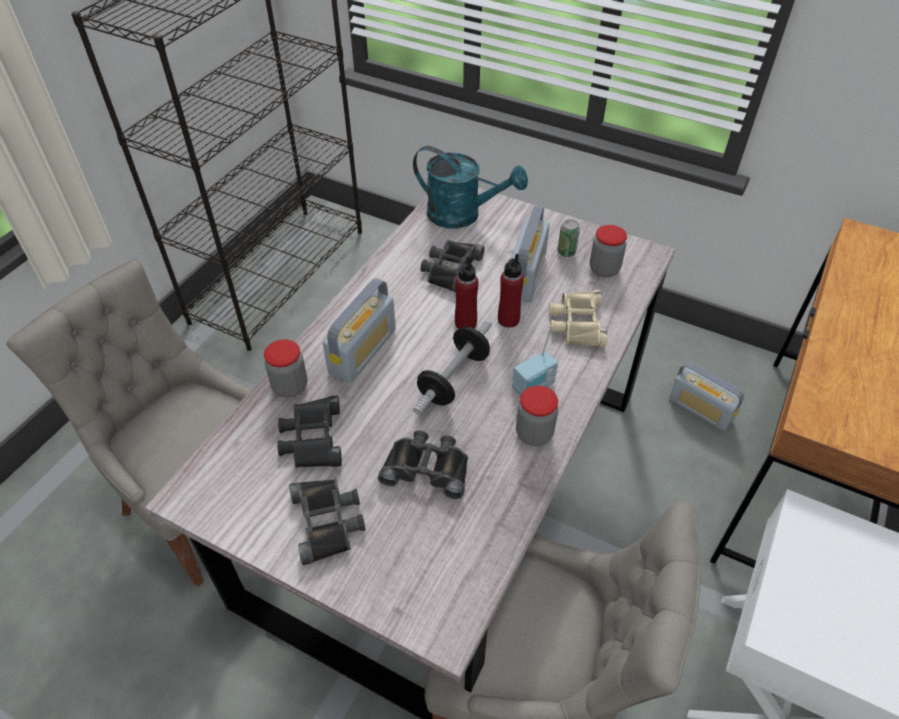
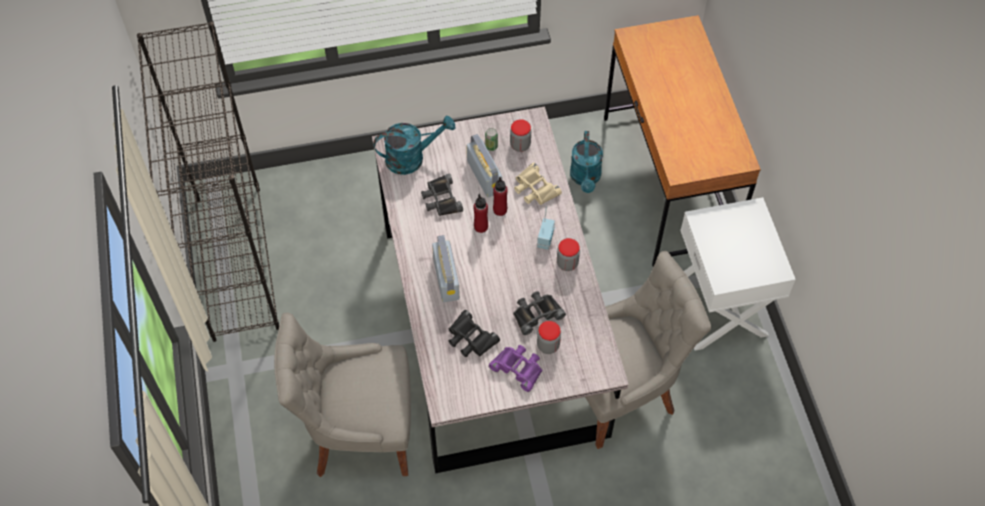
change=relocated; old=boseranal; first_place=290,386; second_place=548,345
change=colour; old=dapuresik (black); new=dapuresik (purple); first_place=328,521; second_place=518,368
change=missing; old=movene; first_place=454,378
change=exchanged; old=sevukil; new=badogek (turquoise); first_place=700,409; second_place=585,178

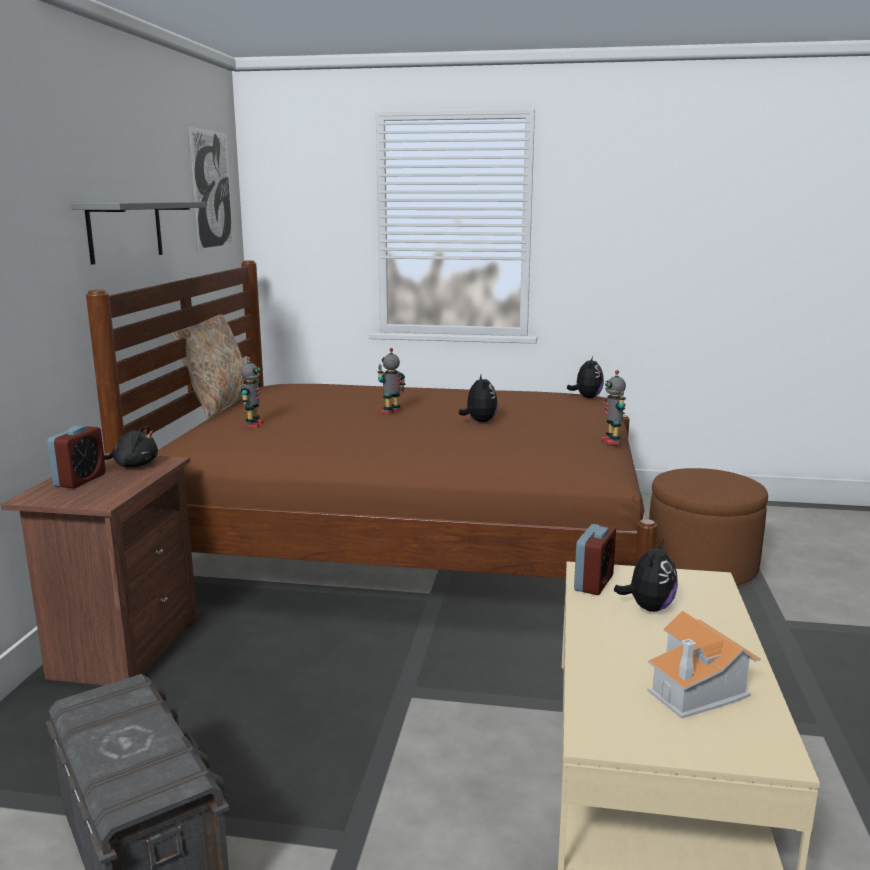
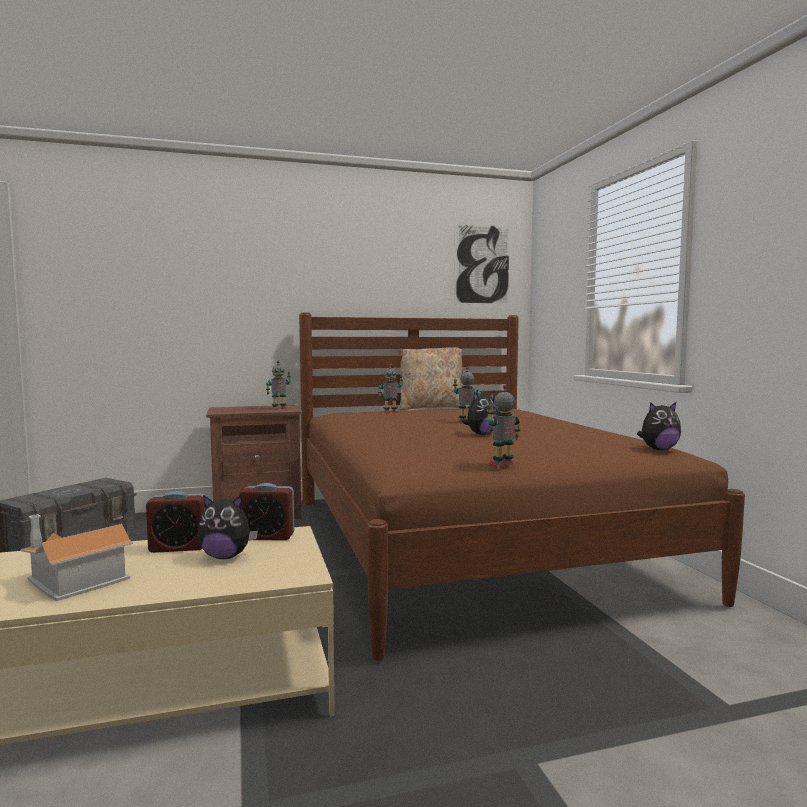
change=relocated; old=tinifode; first_place=80,480; second_place=178,547
change=missing; old=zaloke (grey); first_place=125,230
change=exchanged; old=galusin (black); new=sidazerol; first_place=133,465; second_place=279,408
change=missing; old=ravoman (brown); first_place=701,566

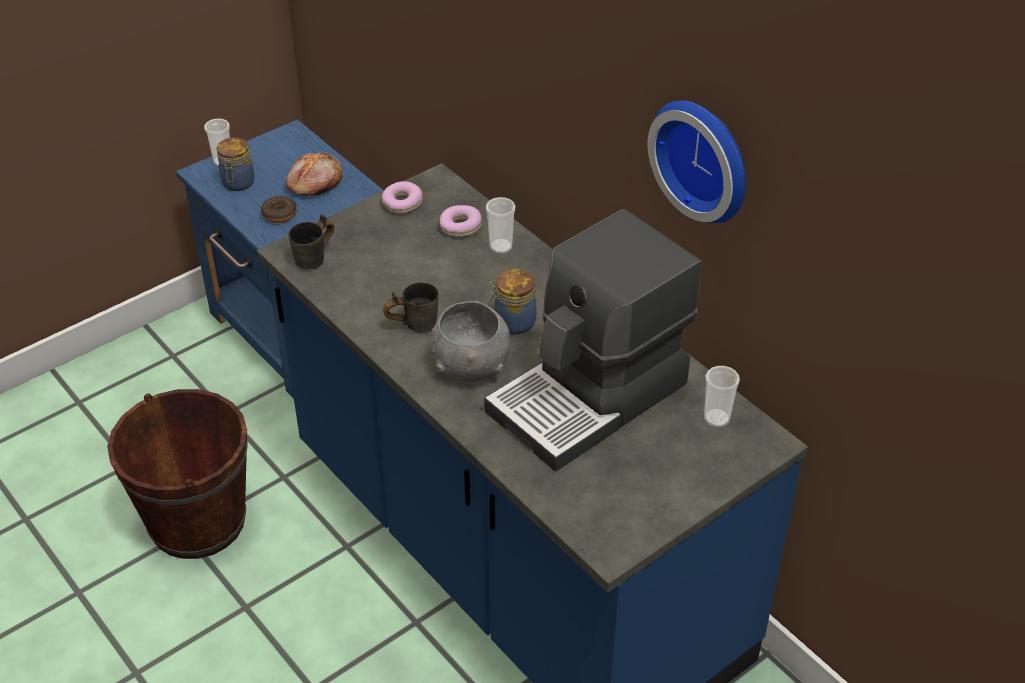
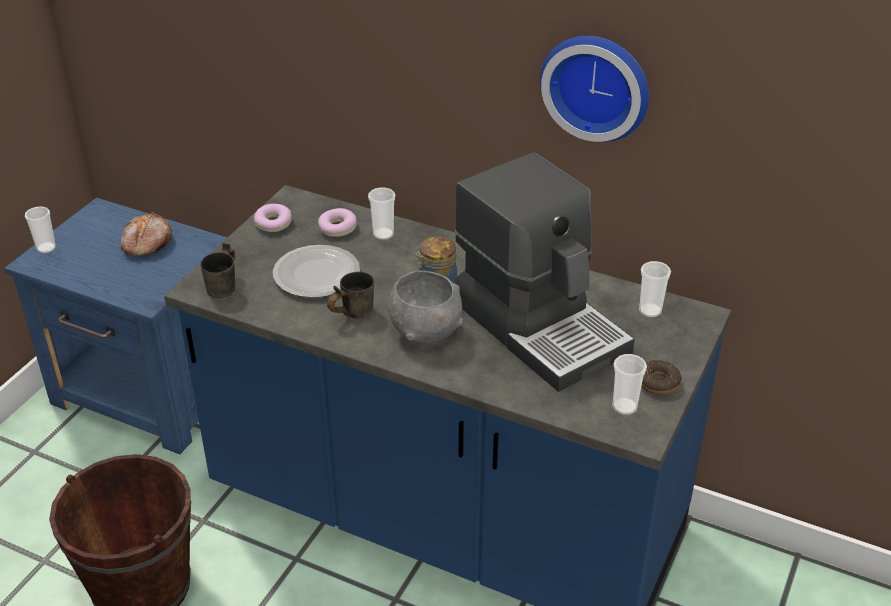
change=missing; old=boseranal; first_place=238,184
change=relocated; old=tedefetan; first_place=279,214; second_place=658,383
change=spun; old=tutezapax; first_place=591,397; second_place=541,325; degrees=-60
change=appeared; new=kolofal; second_place=317,274
change=appeared; new=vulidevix; second_place=624,407

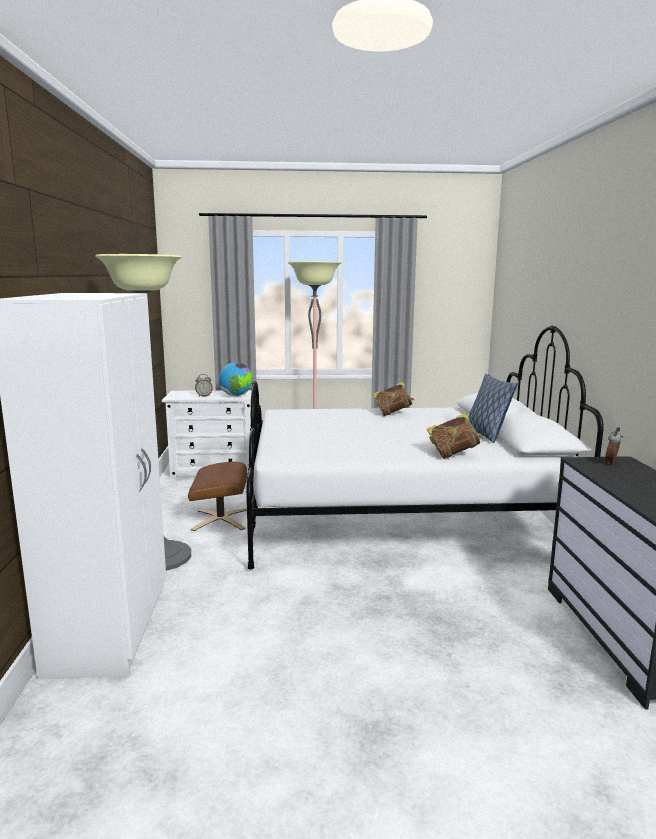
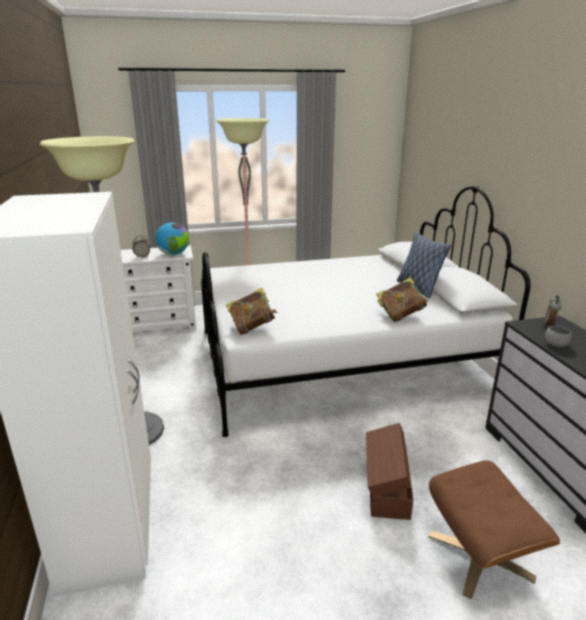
change=relocated; old=ravoman (brown); first_place=221,519; second_place=480,556
change=relocated; old=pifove; first_place=393,413; second_place=252,327
change=appeared; new=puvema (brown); second_place=386,488
change=appeared; new=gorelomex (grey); second_place=556,345

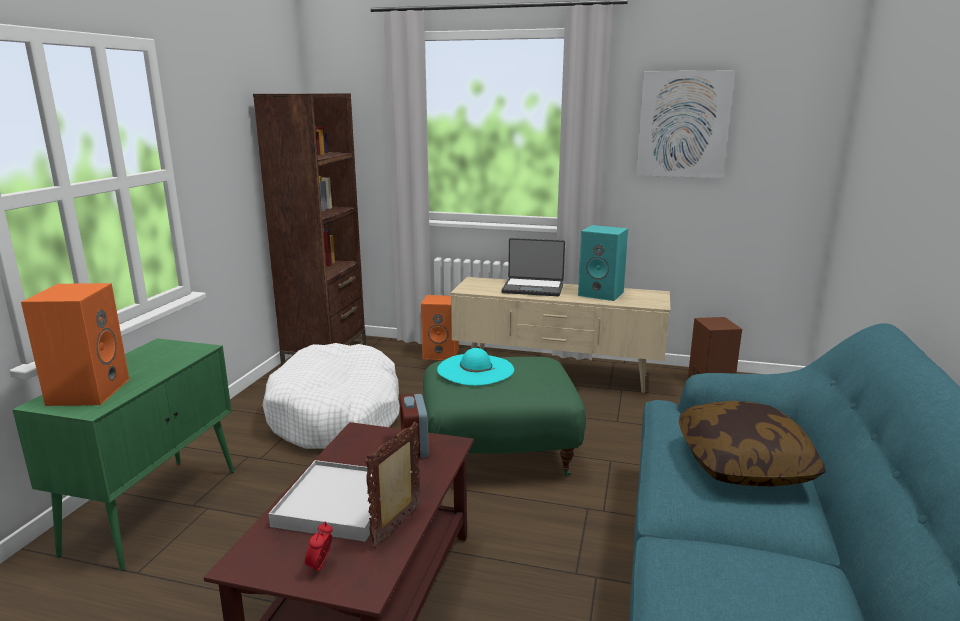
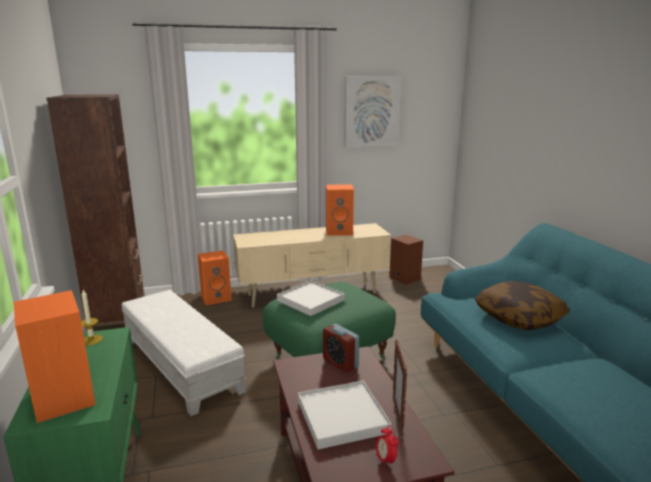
change=exchanged; old=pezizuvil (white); new=ravoman (white); first_place=337,414; second_place=181,364
change=exchanged; old=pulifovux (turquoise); new=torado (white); first_place=475,369; second_place=310,300
change=missing; old=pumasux; first_place=533,288
change=colour; old=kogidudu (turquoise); new=kogidudu (orange); first_place=602,294; second_place=340,231
change=appeared; new=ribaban; second_place=91,340

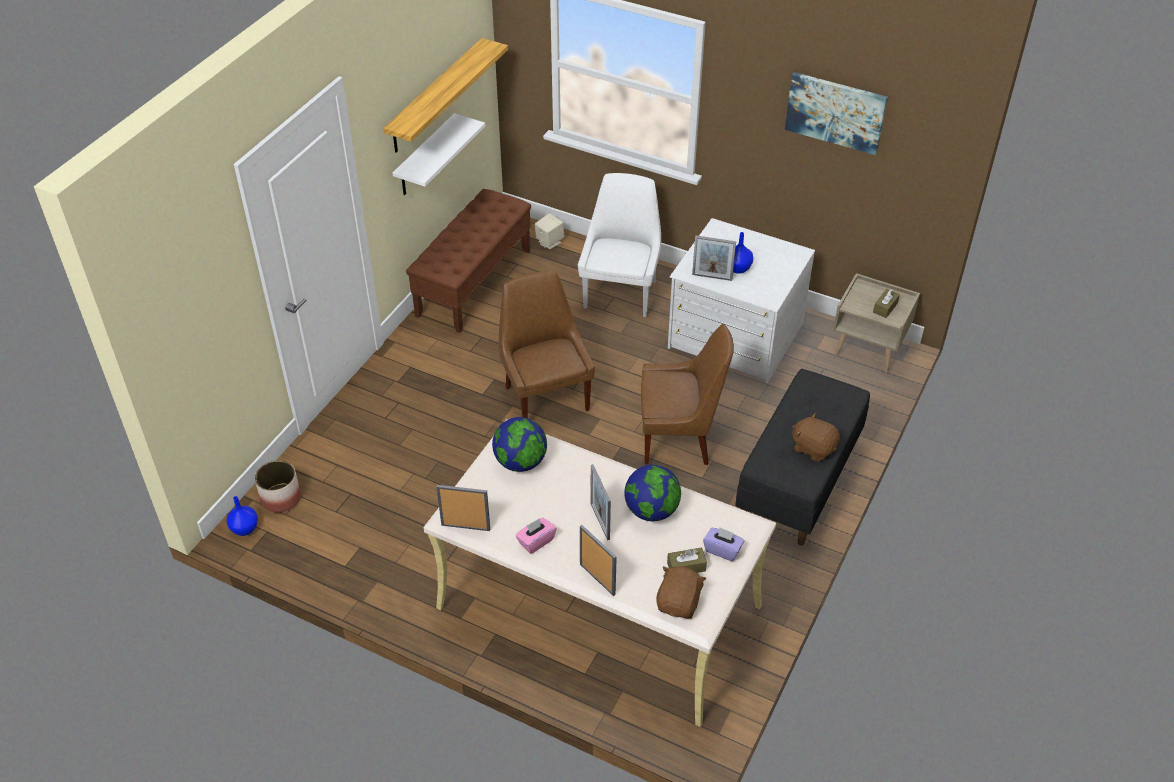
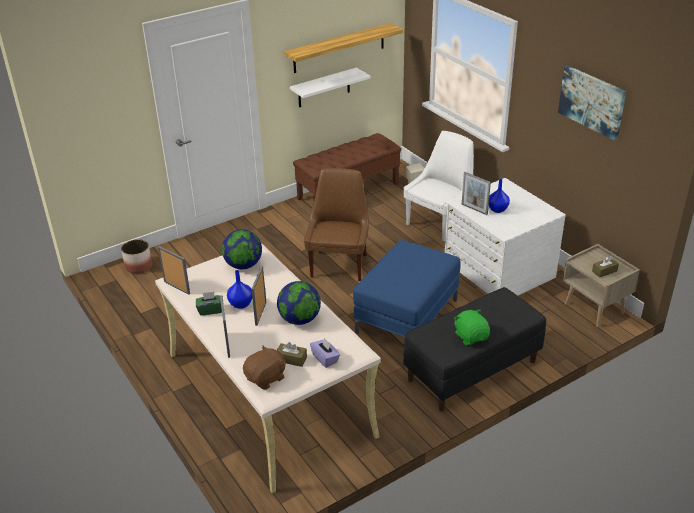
change=relocated; old=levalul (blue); first_place=244,529; second_place=240,304
change=colour; old=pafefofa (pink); new=pafefofa (green); first_place=536,541; second_place=210,310
change=exchanged; old=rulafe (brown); new=ravoman (blue); first_place=679,438; second_place=407,316
change=colour; old=galusin (brown); new=galusin (green); first_place=813,448; second_place=471,336

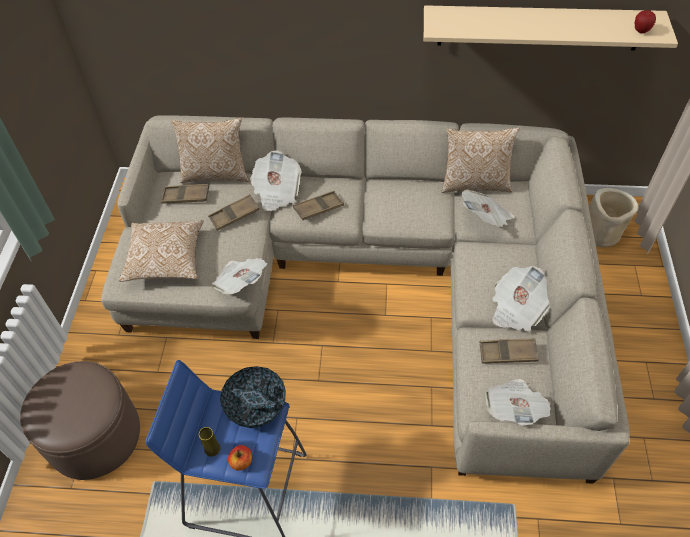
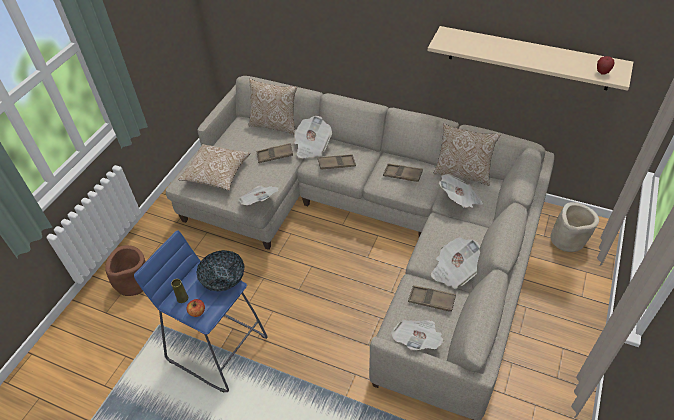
change=exchanged; old=ravoman (brown); new=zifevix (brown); first_place=94,435; second_place=134,283
change=relocated; old=torado (brown); first_place=186,196; second_place=402,175

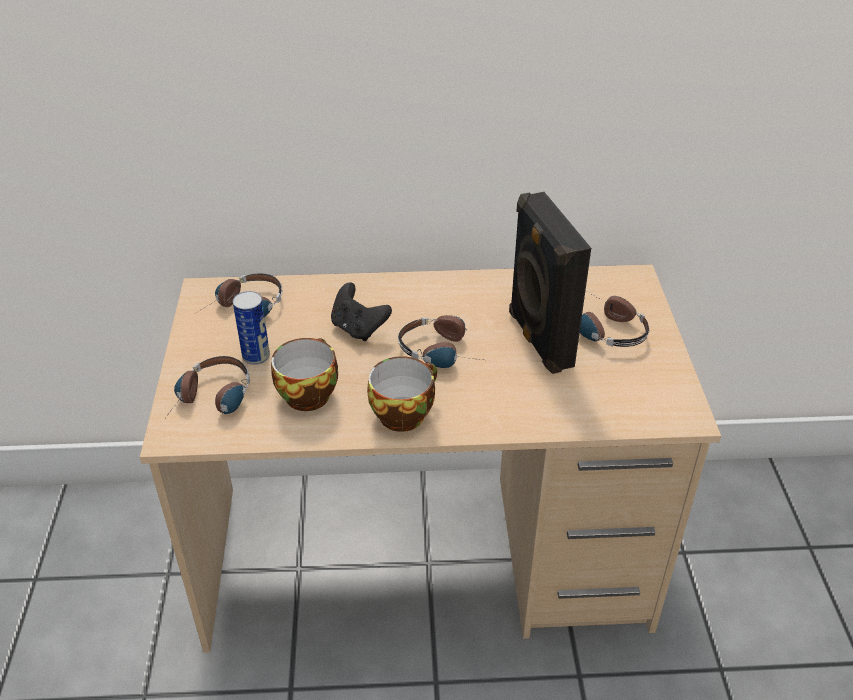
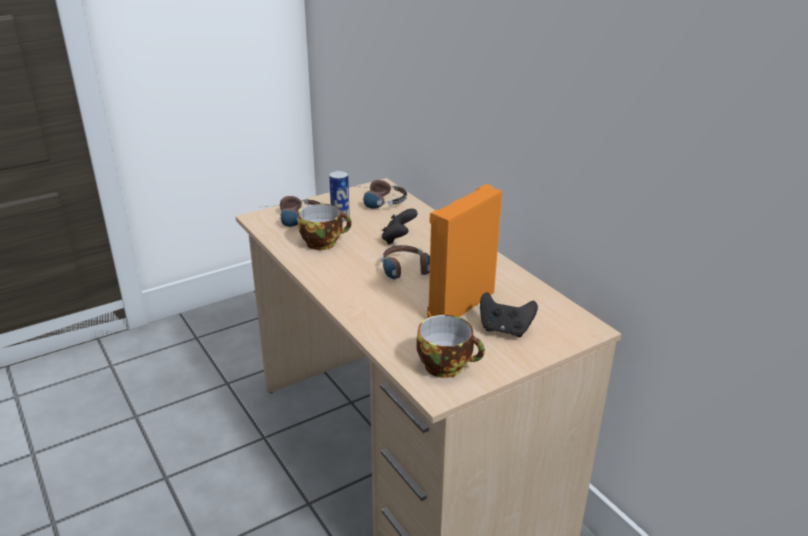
change=relocated; old=vulidevix; first_place=403,413; second_place=447,365
change=colour; old=kogidudu (black); new=kogidudu (orange); first_place=538,340; second_place=459,305
change=exchanged; old=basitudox; new=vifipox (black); first_place=603,328; second_place=505,329

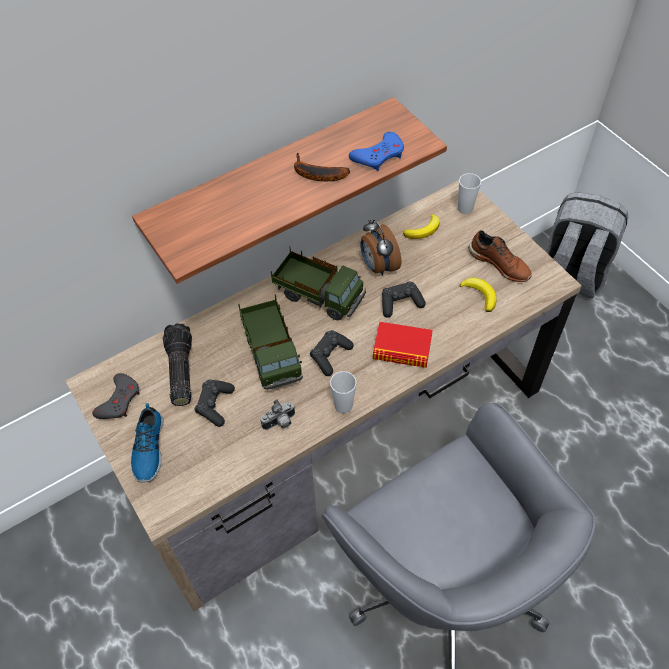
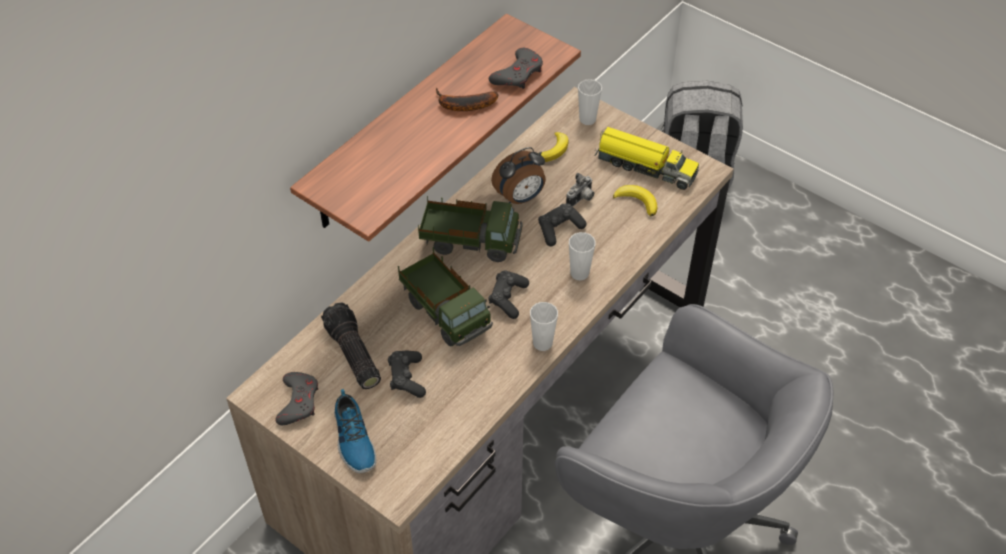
change=relocated; old=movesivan; first_place=280,423; second_place=581,199
change=colour; old=vifipox (blue); new=vifipox (grey); first_place=379,155; second_place=518,74
change=spun; old=tinifode; first_place=378,266; second_place=520,198; degrees=-75
change=exchanged; old=pifove; new=vulidevix; first_place=402,349; second_place=579,273
change=exchanged; old=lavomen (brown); new=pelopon; first_place=499,263; second_place=644,166

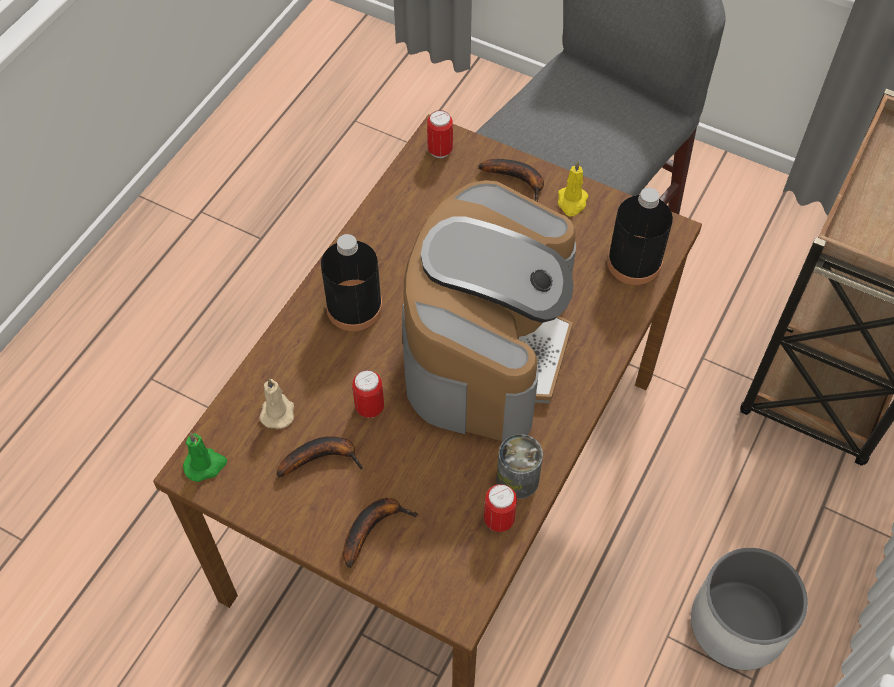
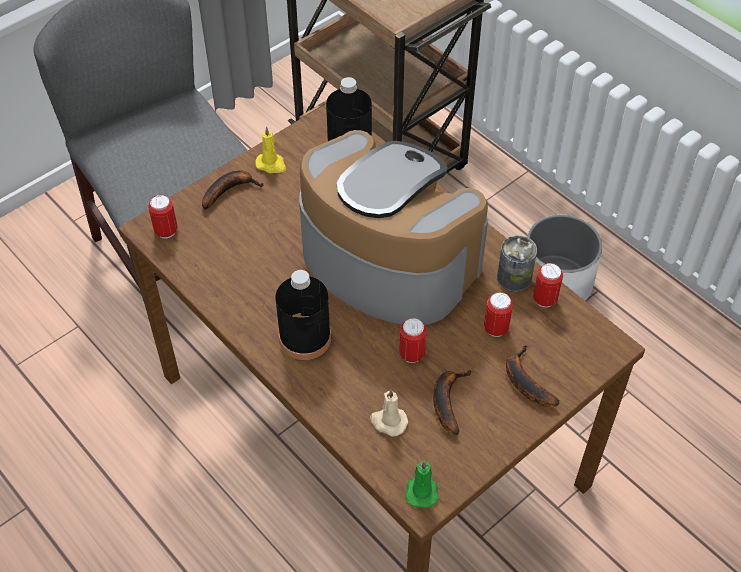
change=appeared; new=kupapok; second_place=496,328

